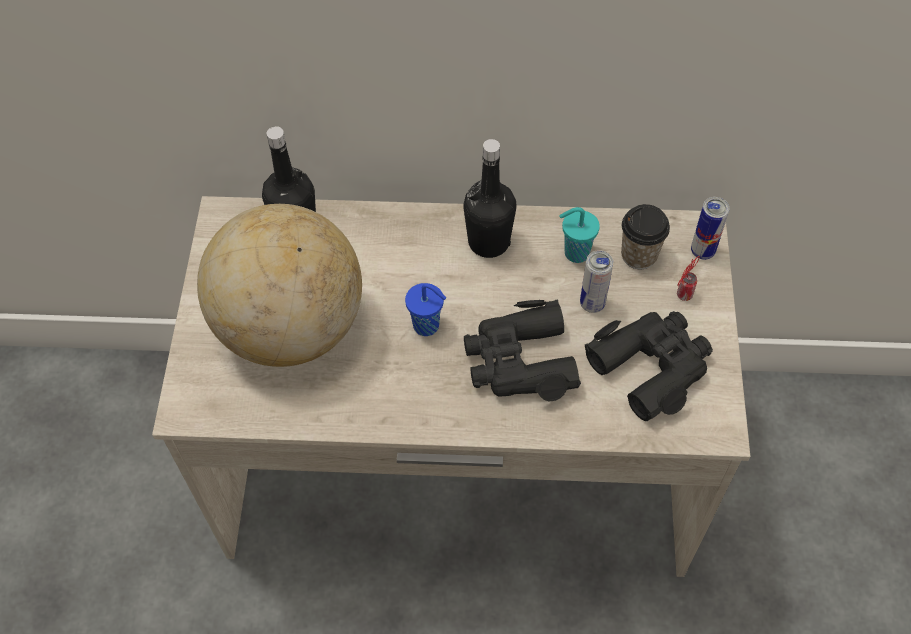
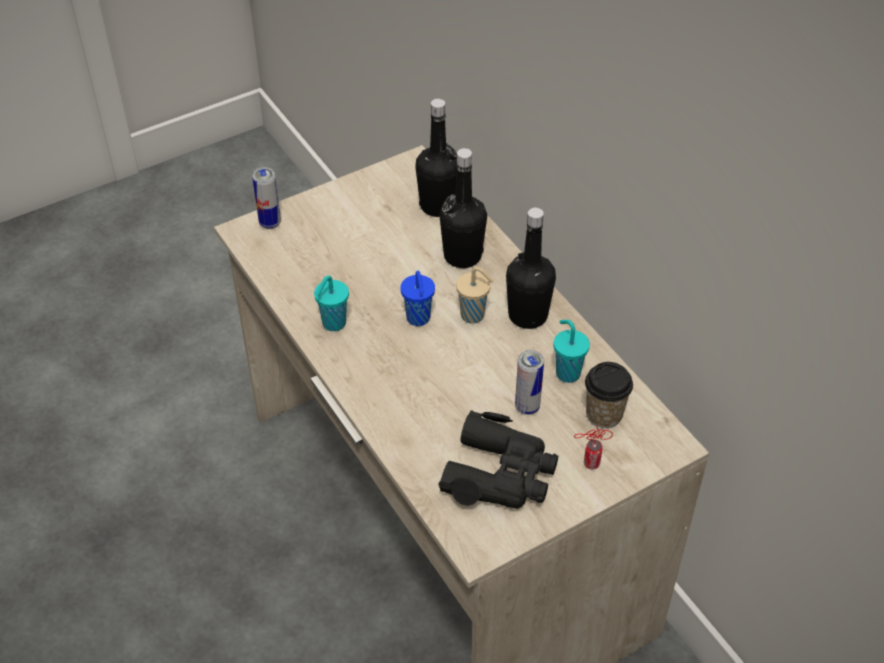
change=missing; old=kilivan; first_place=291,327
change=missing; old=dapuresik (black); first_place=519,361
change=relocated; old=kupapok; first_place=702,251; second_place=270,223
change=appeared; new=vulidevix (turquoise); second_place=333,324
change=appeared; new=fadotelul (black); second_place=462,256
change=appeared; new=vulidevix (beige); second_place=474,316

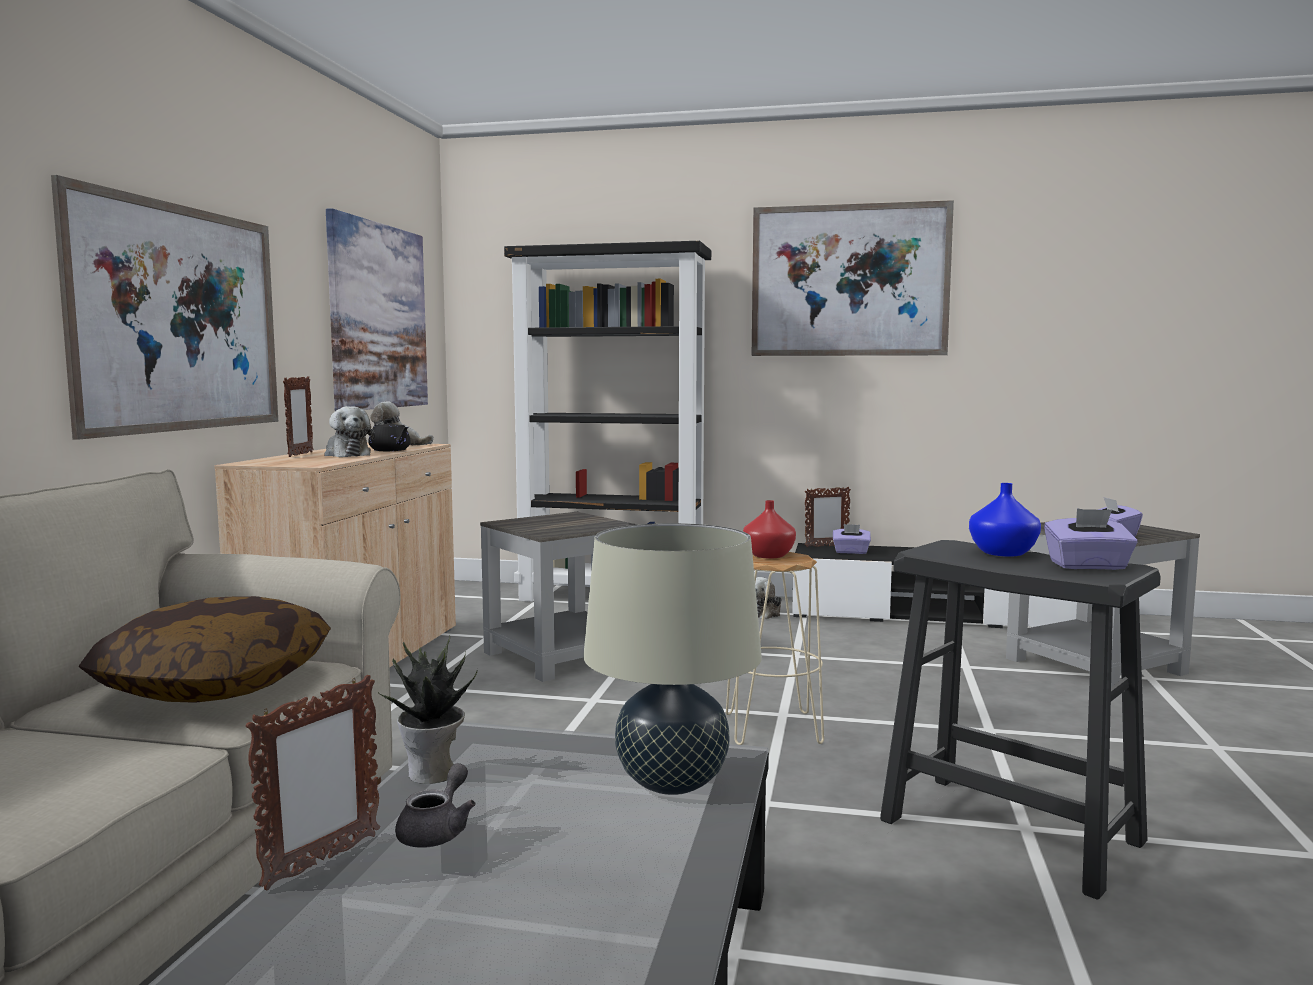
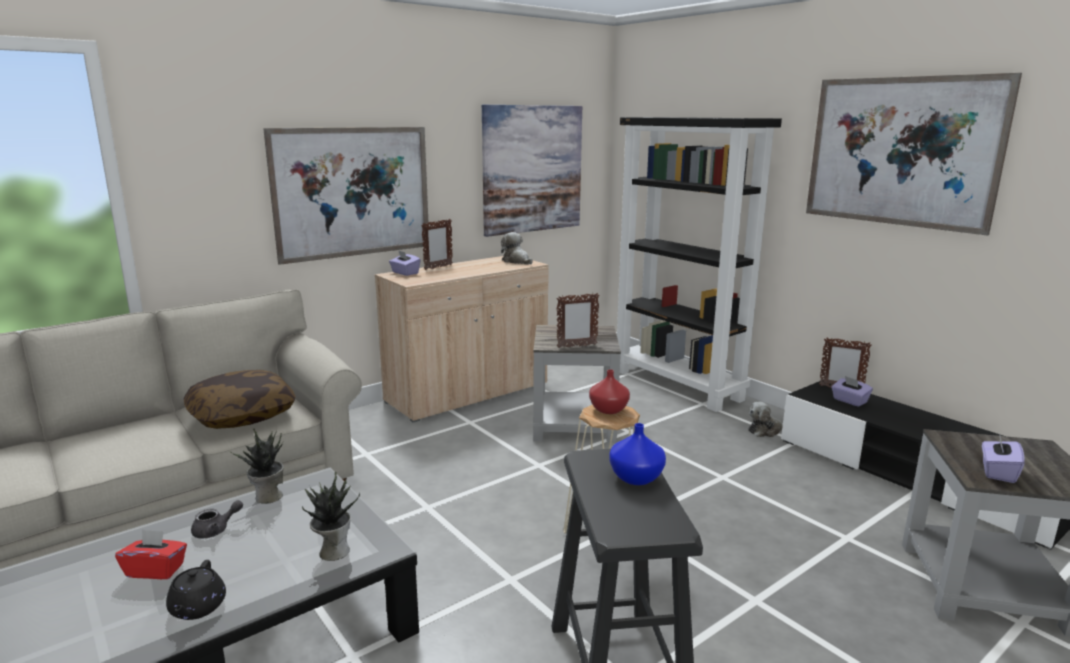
change=relocated; old=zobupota; first_place=321,862; second_place=576,346
change=missing; old=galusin; first_place=347,454
change=relocated; old=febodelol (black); first_place=390,450; second_place=197,608
change=exchanged; old=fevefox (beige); new=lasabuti; first_place=672,782; second_place=333,551
change=relocated; old=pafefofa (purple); first_place=1088,566; second_place=405,273
change=appeared; new=pafefofa (red); second_place=156,570

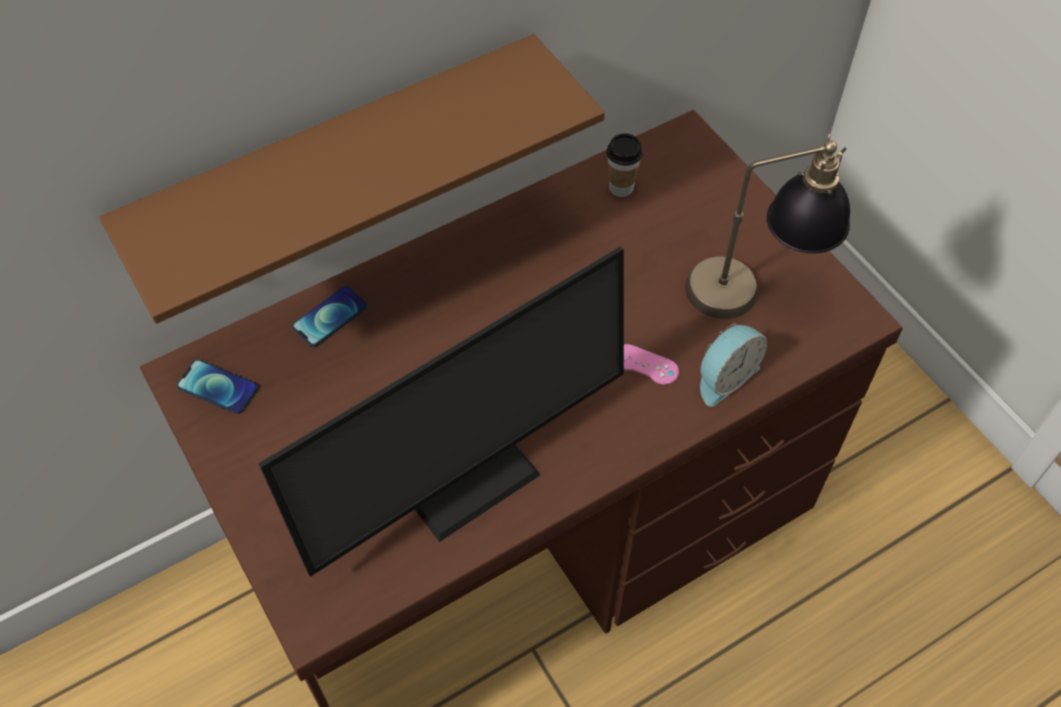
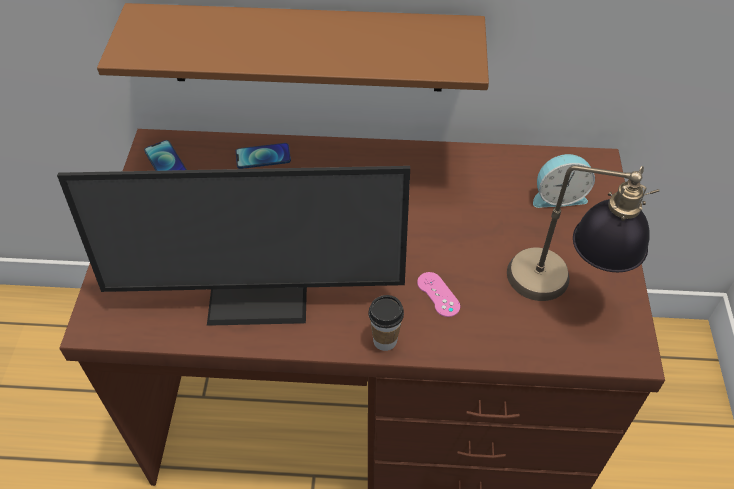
change=relocated; old=vulidevix; first_place=621,187; second_place=385,340
change=relocated; old=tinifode; first_place=724,376; second_place=558,196

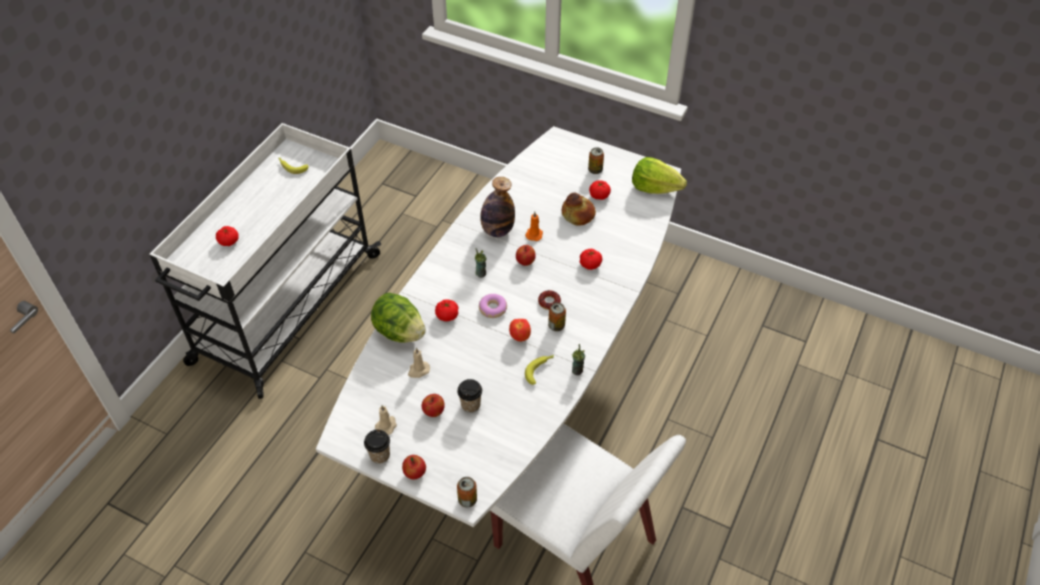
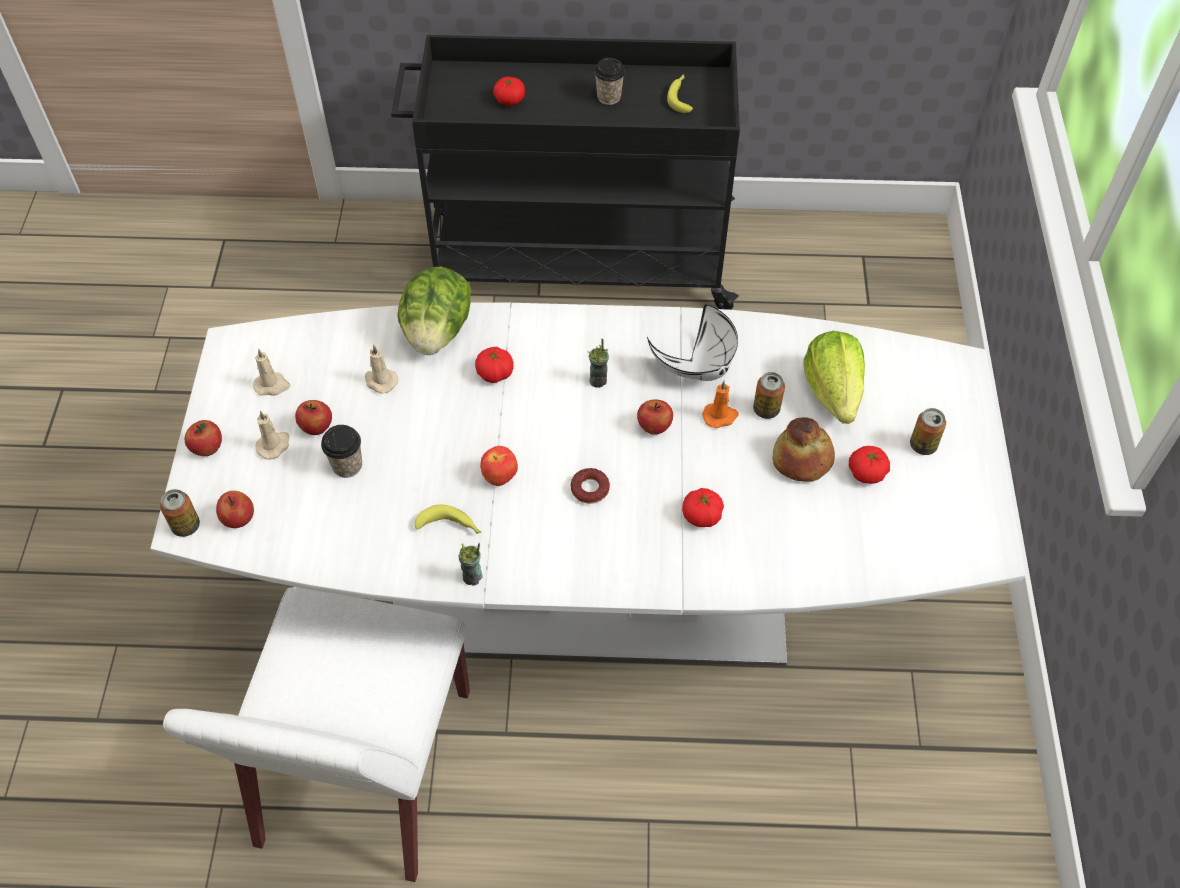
change=colour; old=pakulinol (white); new=pakulinol (black); first_place=285,309; second_place=575,259
change=relocated; old=vulidevix; first_place=380,455; second_place=609,97
change=missing; old=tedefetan; first_place=493,308
change=exchanged; old=fadotelul; new=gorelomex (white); first_place=497,230; second_place=697,366
change=relocated; old=kupapok; first_place=556,326; second_place=766,409
change=relocated; old=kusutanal; first_place=654,188; second_place=833,392
change=appeared; new=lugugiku; second_place=239,519
change=appeared; new=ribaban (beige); second_place=274,445

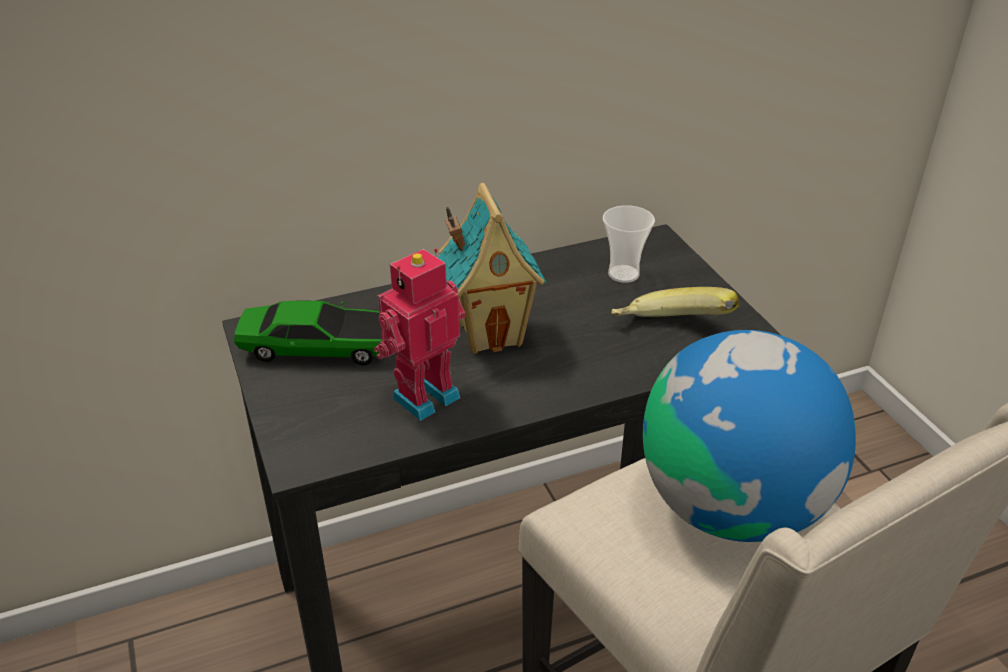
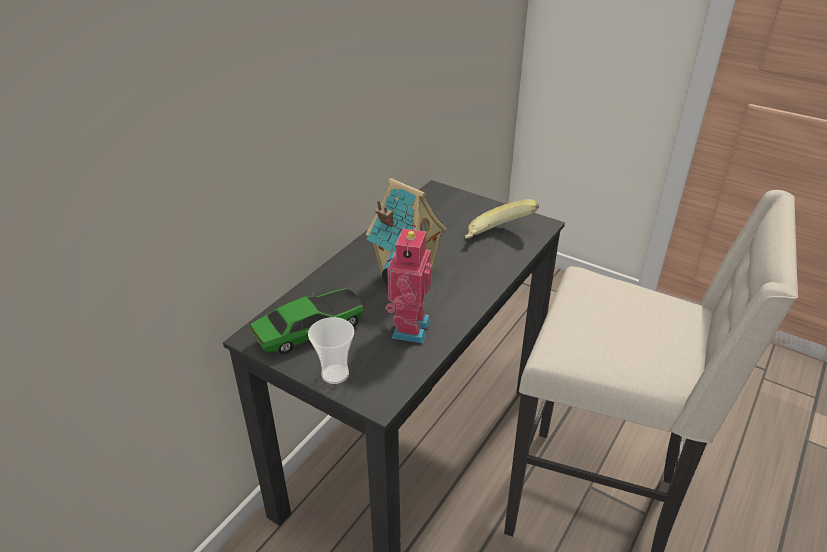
change=relocated; old=vulidevix; first_place=623,274; second_place=335,374
change=missing; old=kilivan; first_place=731,505

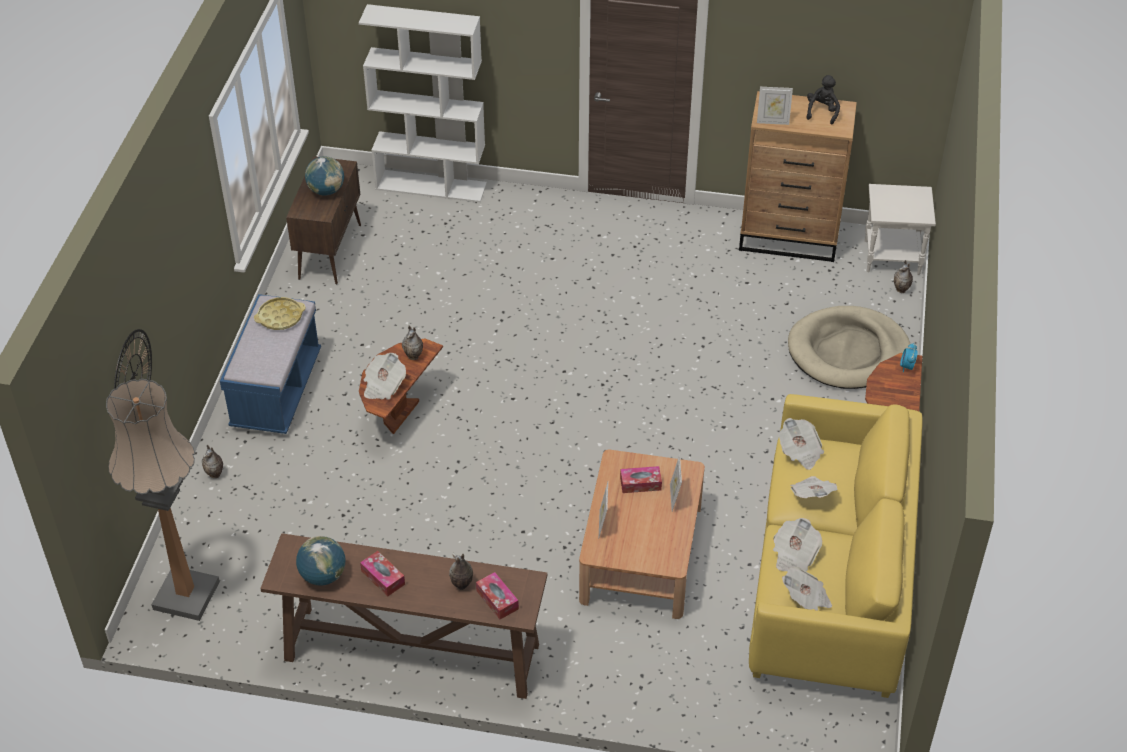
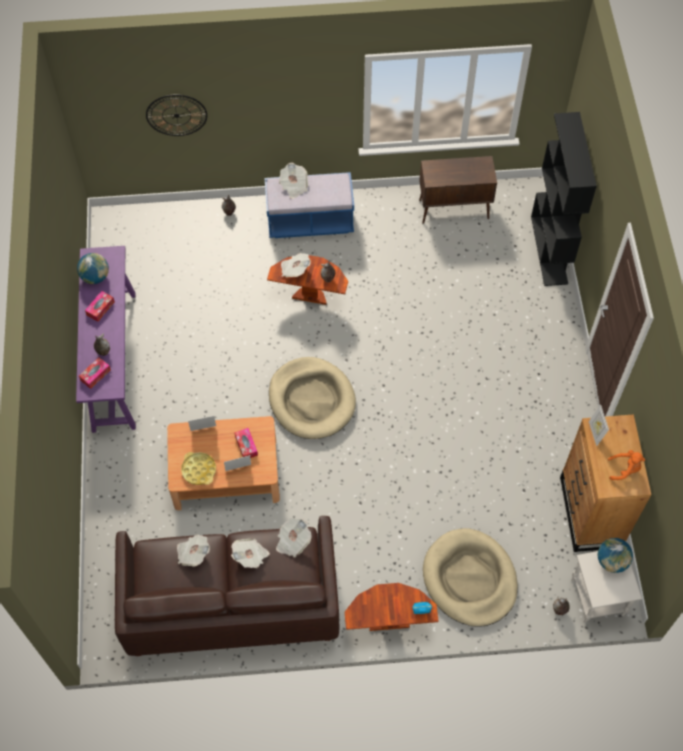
change=missing; old=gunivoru; first_place=186,595
change=relocated; old=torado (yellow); first_place=280,317; second_place=199,470
change=colour; old=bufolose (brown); new=bufolose (purple); first_place=410,652; second_place=114,359
change=relocated; old=kilivan; first_place=326,191; second_place=611,561
change=colour; old=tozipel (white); new=tozipel (black); first_place=431,186; second_place=549,250
change=colour; old=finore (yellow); new=finore (brown); first_place=830,580; second_place=231,601
change=relocated; old=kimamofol; first_place=806,598; second_place=294,186
change=colour; old=galusin (black); new=galusin (orange); first_place=822,112; second_place=624,469
change=appeared; new=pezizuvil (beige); second_place=311,400

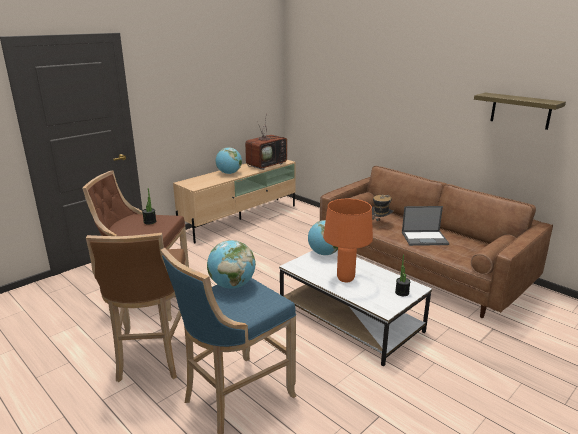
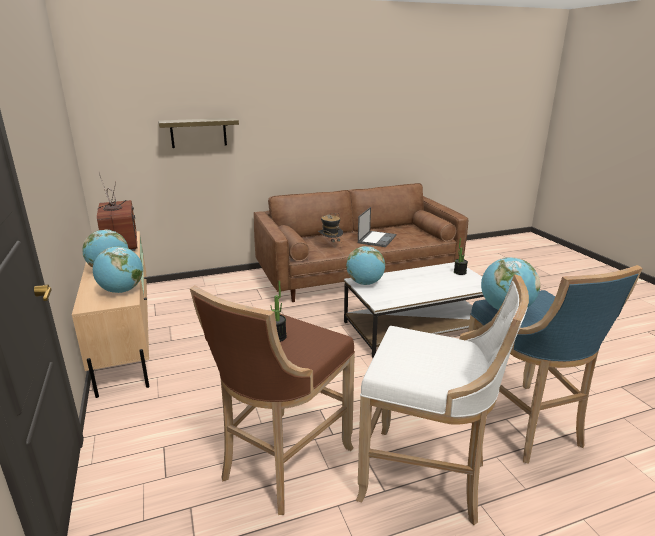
change=colour; old=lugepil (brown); new=lugepil (white); first_place=152,355; second_place=427,478
change=missing; old=fevefox (orange); first_place=345,279
change=relocated; old=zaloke; first_place=520,111; second_place=198,133
change=appeared; new=kilivan; second_place=122,291

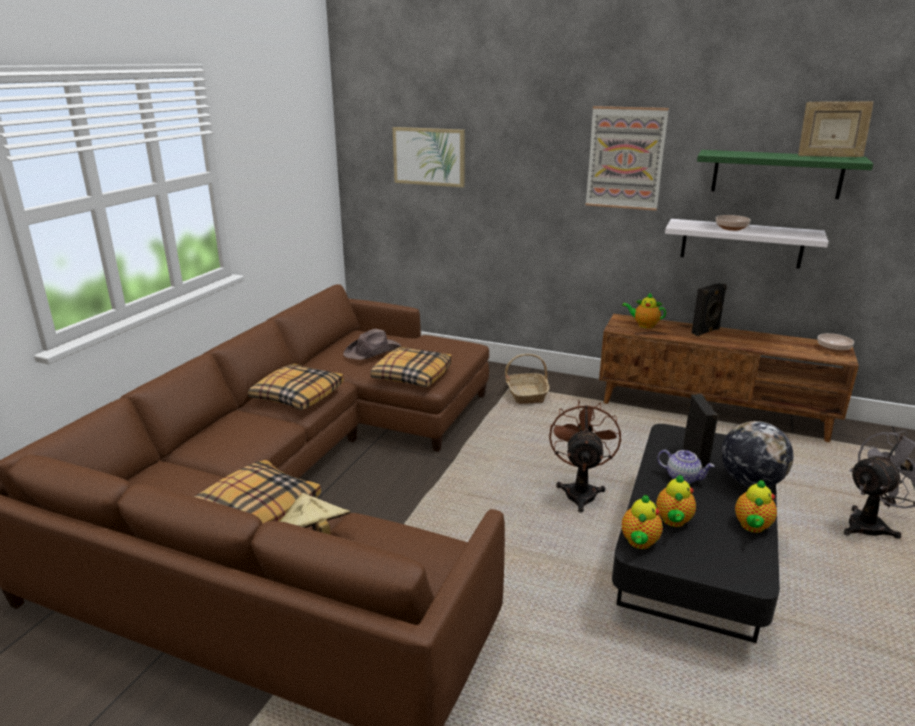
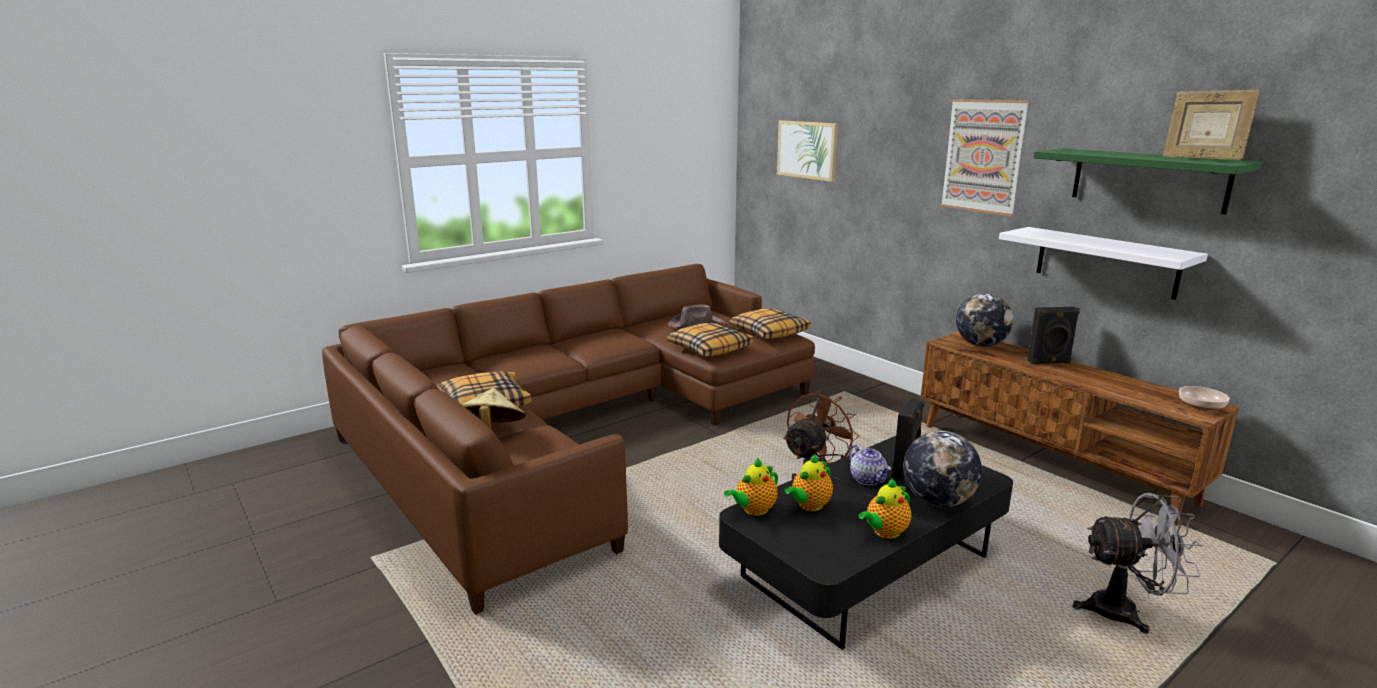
change=relocated; old=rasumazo; first_place=297,395; second_place=769,332
change=missing; old=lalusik; first_place=526,394
change=exchanged; old=febodelol; new=kilivan; first_place=644,325; second_place=980,345
change=missing; old=gorelomex; first_place=730,228

